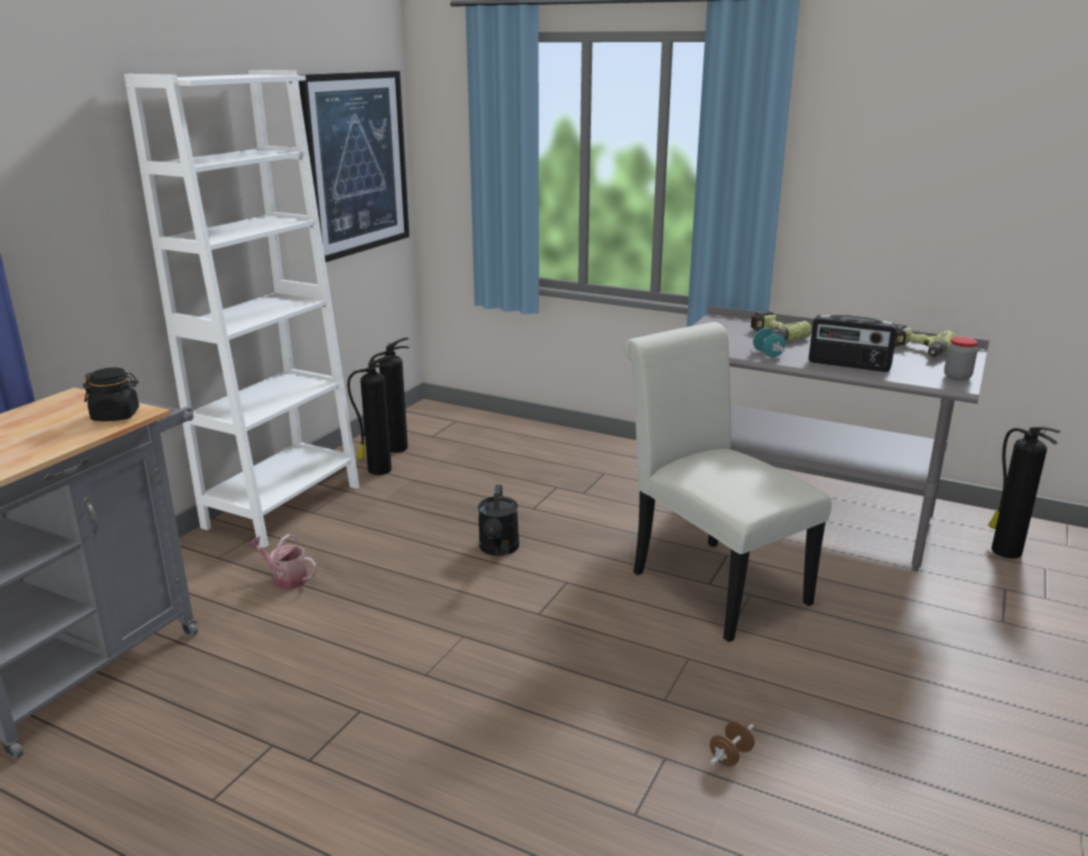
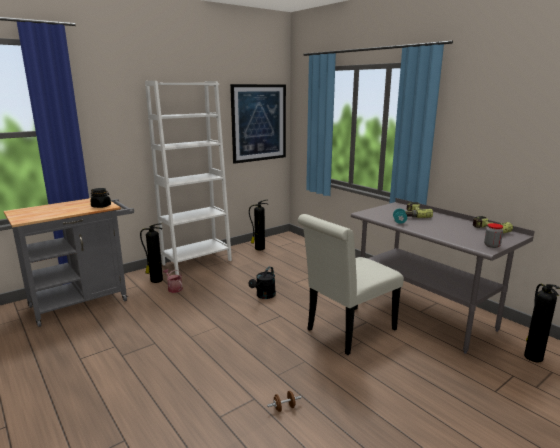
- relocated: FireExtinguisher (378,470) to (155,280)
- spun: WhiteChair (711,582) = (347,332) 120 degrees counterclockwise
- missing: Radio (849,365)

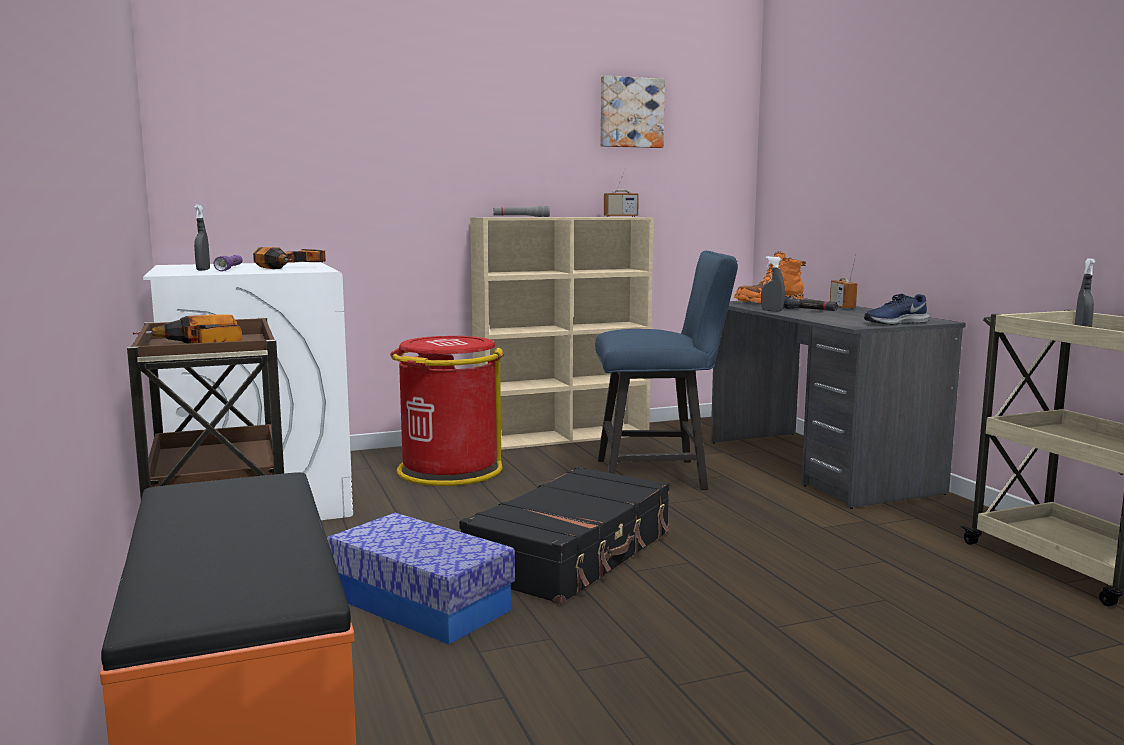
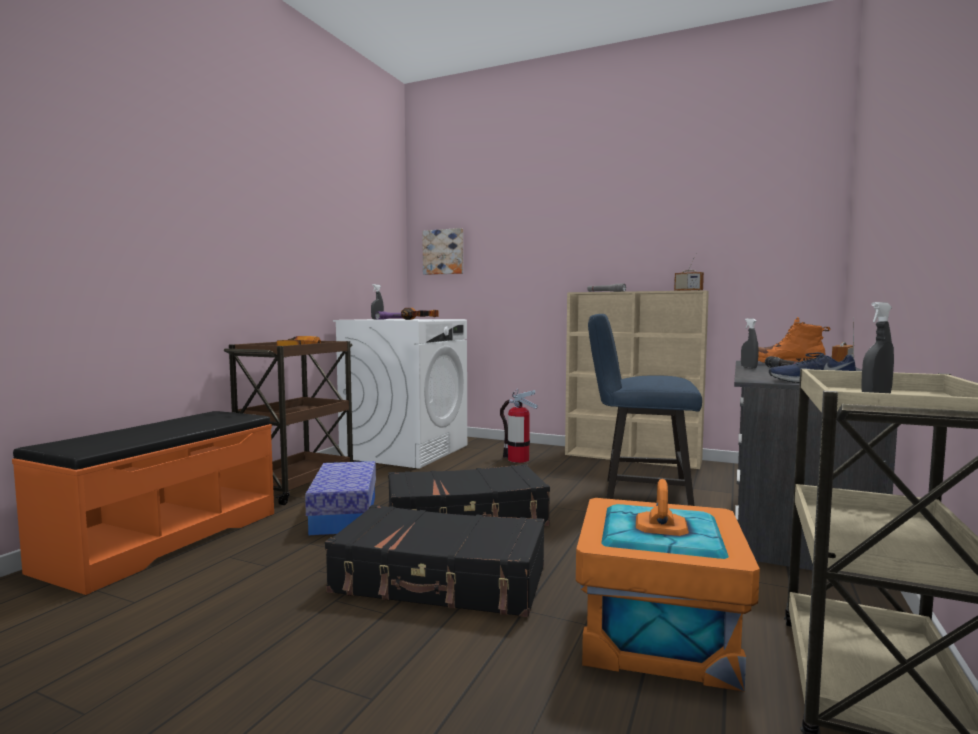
- exchanged: RedTrashCan (449,470) to FireExtinguisher (518,459)
- spun: BlueChair (660,475) = (638,494) 150 degrees clockwise
- relocated: Picture (630,113) to (444,252)
- appeared: BlackSuitcase (440,580)
- appeared: OrangeStorageBox (659,635)

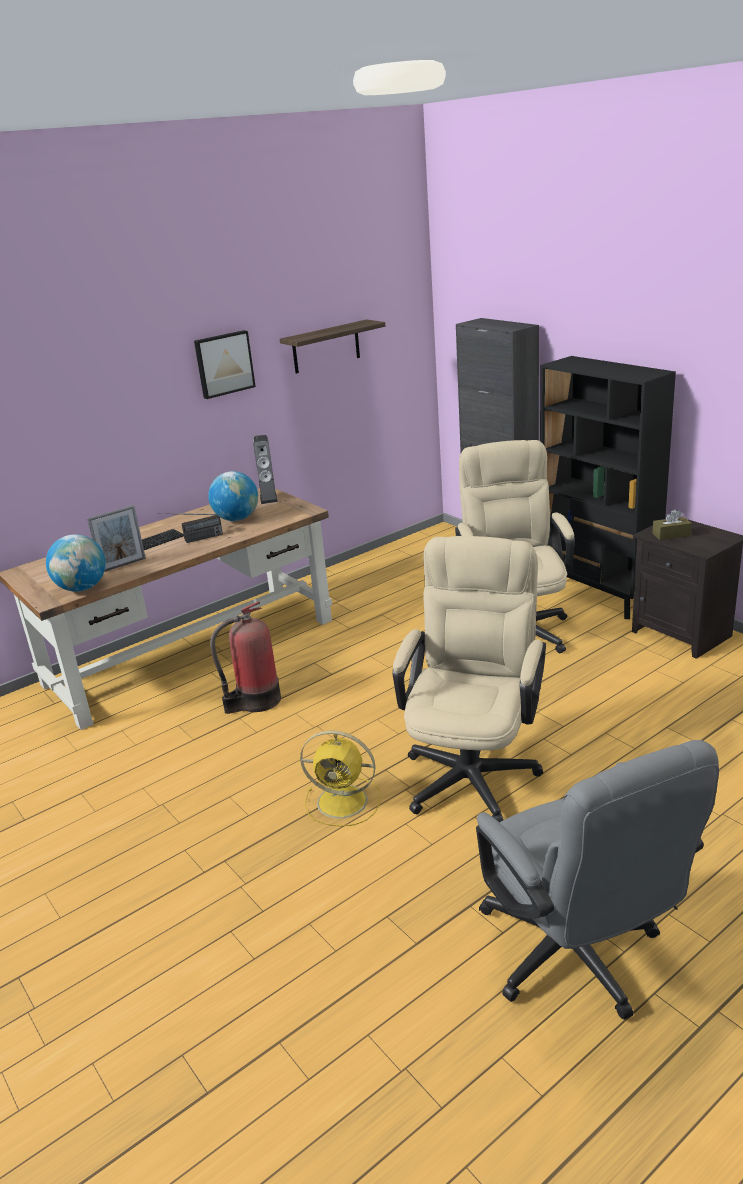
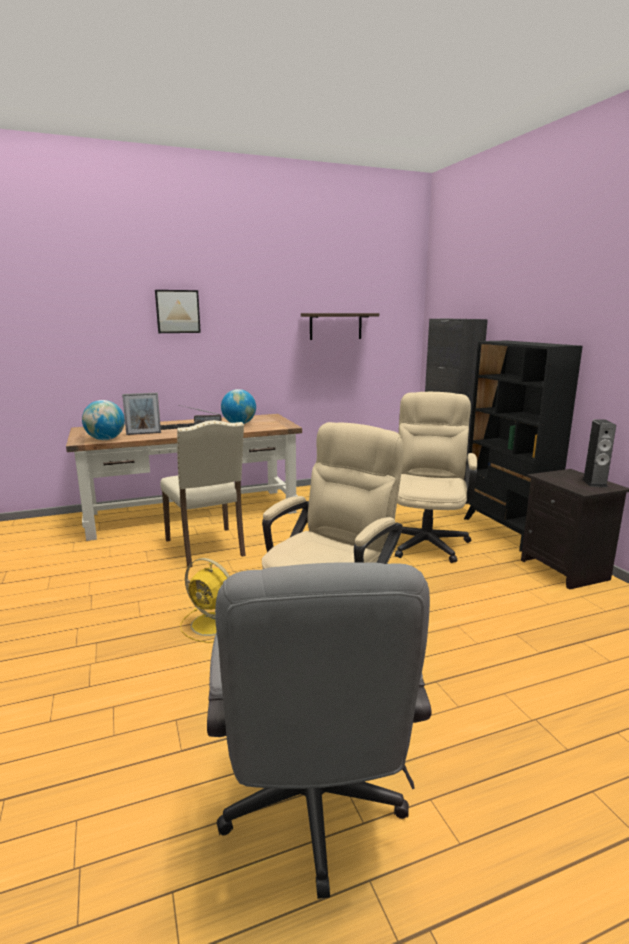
- relocated: Picture (224,364) to (177,311)
- exchanged: FireExtinguisher (256,701) to BeigeChair (207,548)
- relocated: Speaker (268,498) to (594,483)
- missing: BrownTissueBox (671,535)

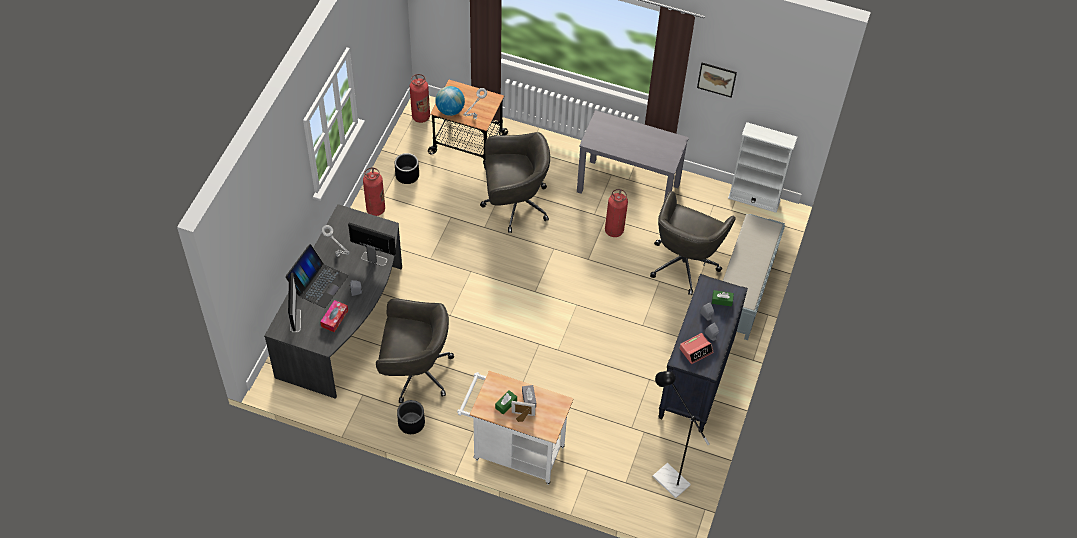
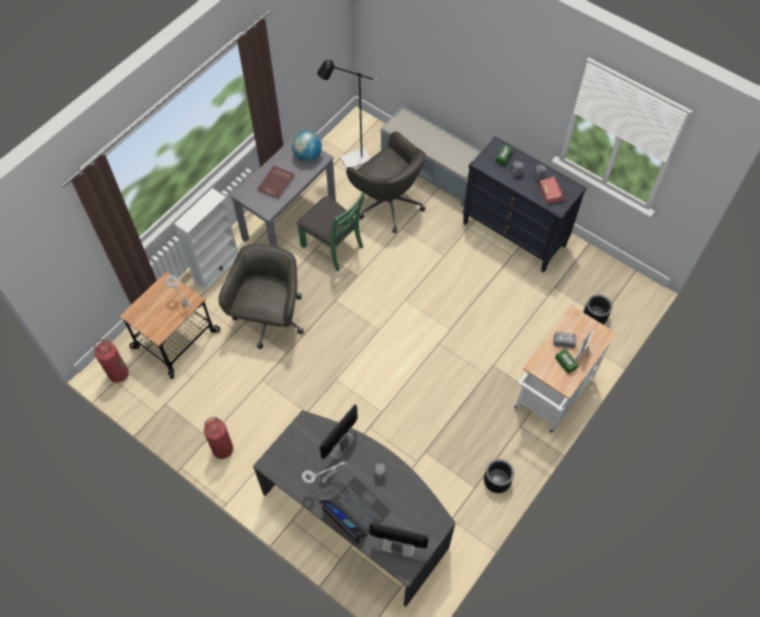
- missing: TissueBox (334,318)
- missing: GreyOfficeChair (414,371)
- relocated: BlackPlanter (407,175) to (595,316)
- relocated: Globe (450,110) to (307,155)
- exchanged: FireExtinguisher (614,230) to GreenChair (333,246)
- relocated: BlackFloorLamp (666,476) to (350,161)
- missing: Picture (716,79)
- relocated: WhiteBookcase (754,199) to (217,269)
- appeared: RedBook (277,183)

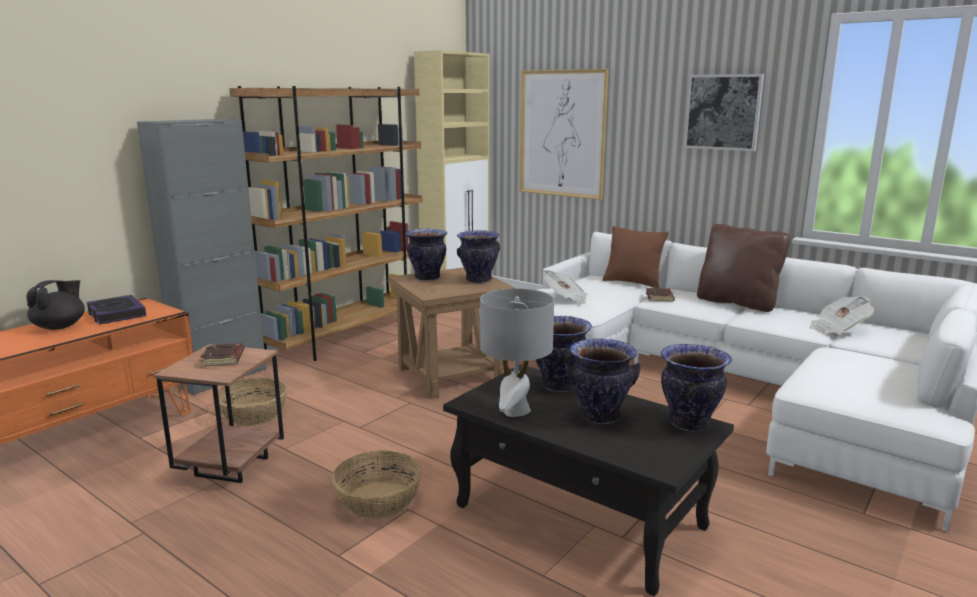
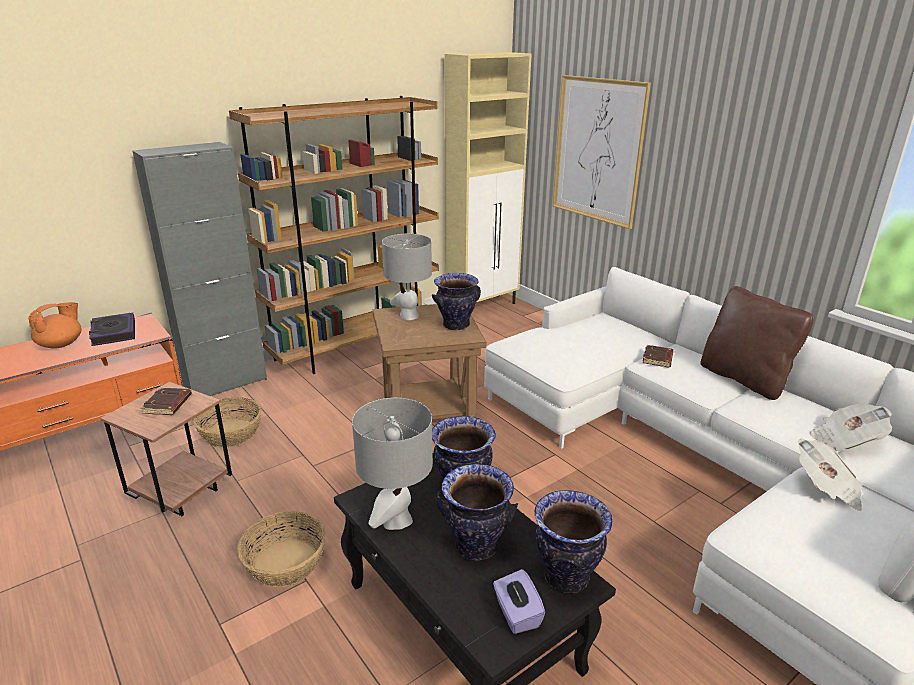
- colour: BlackTeapot (60,326) to OrangeTeapot (61,344)
- exchanged: Vase (427,278) to GreyTableLamp (409,316)
- relocated: Newspaper (565,299) to (826,488)
- missing: BrownPillow (632,283)
- missing: Picture (723,112)
- appeared: PurpleTissueBox (516,614)

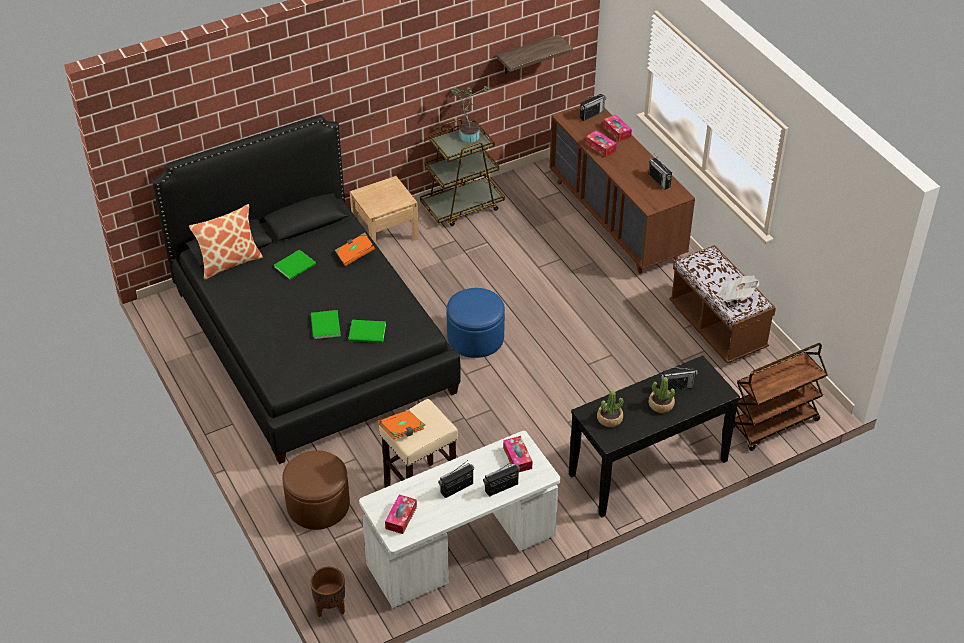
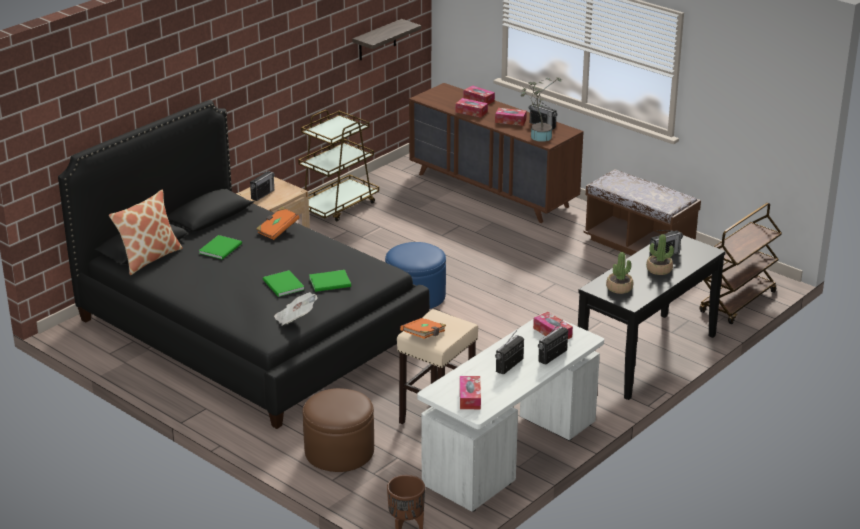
- relocated: PottedPlant (467,135) to (538,136)
- relocated: Radio (591,114) to (262,194)
- relocated: Newspaper (736,295) to (295,318)
- appeared: TissueBox (510,121)

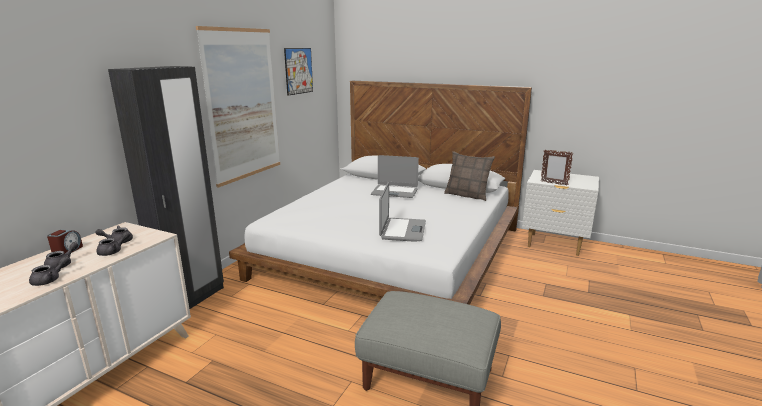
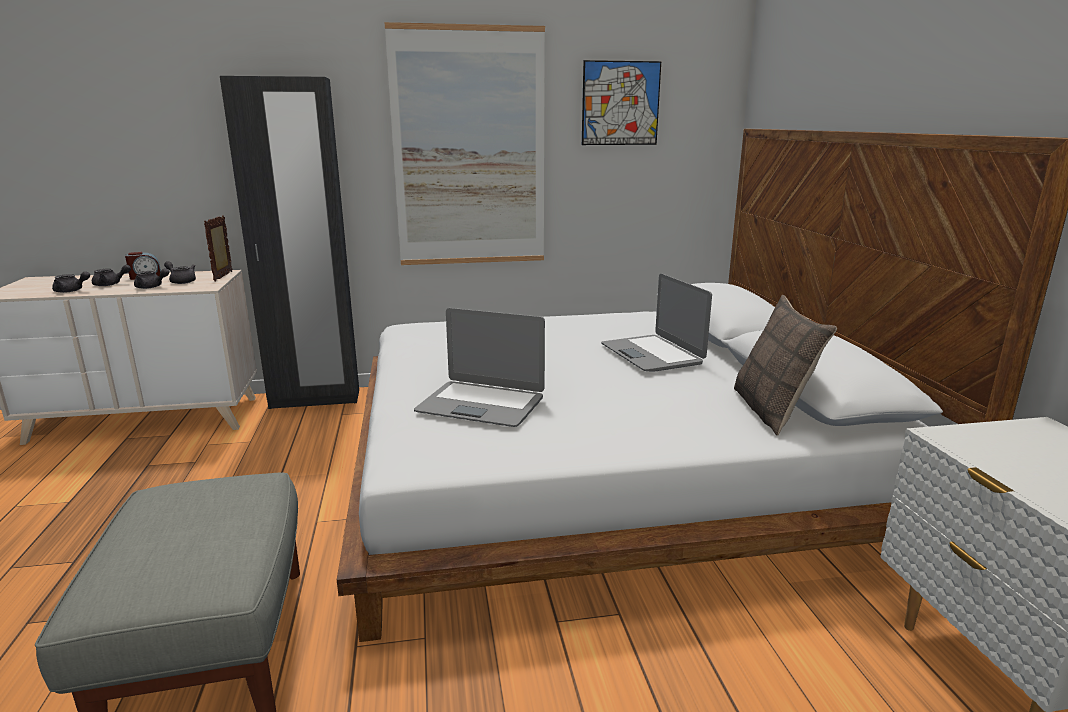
- spun: Laptop (402,230) = (481,405) 45 degrees clockwise
- relocated: PictureFrame (554,183) to (224,276)

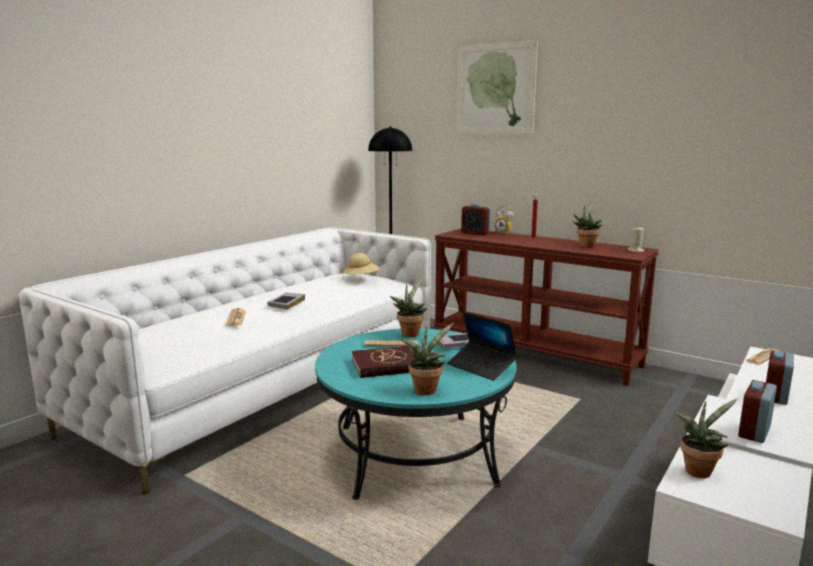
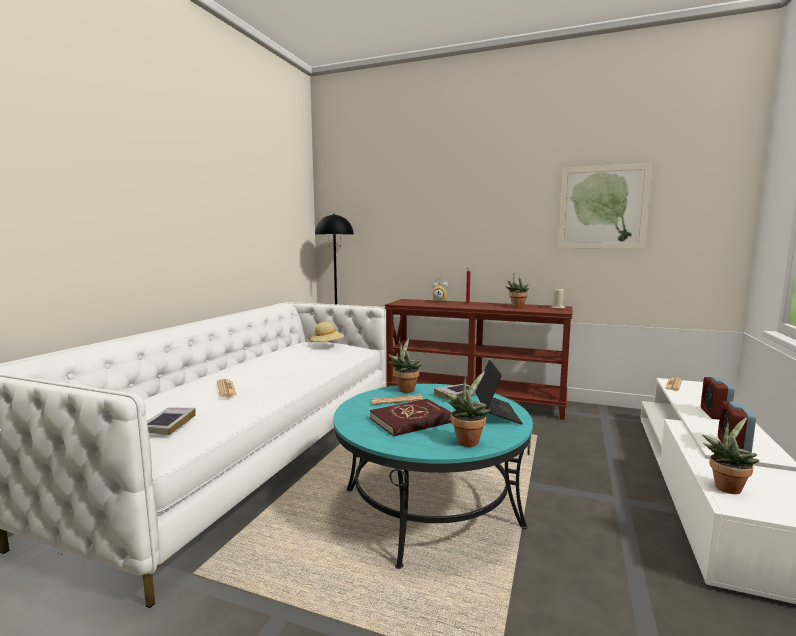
- relocated: Book (286,304) to (168,424)
- spun: Laptop (481,367) = (497,413) 120 degrees counterclockwise
- relocated: Picture (495,89) to (602,207)
- missing: AlarmClock (475,233)

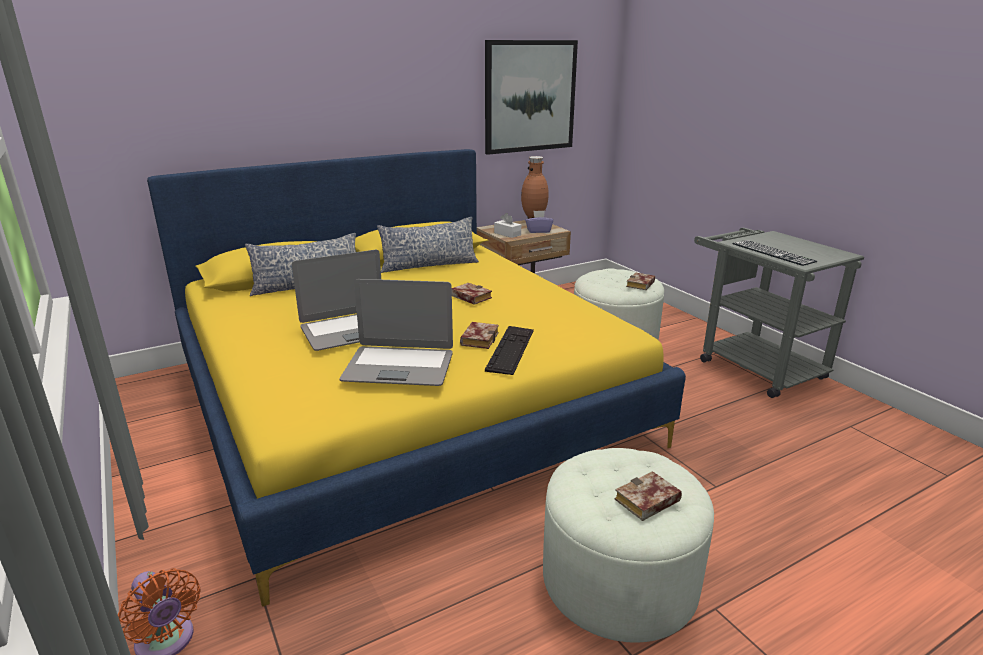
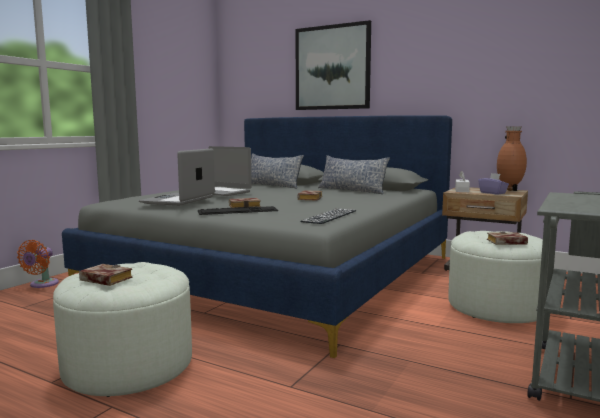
- colour: YellowBed (404,402) to GreyBed (278,273)
- spun: Laptop (399,367) = (179,200) 45 degrees clockwise
- relocated: Picture (530,96) to (332,67)
- relocated: Keyboard (773,252) to (330,216)

